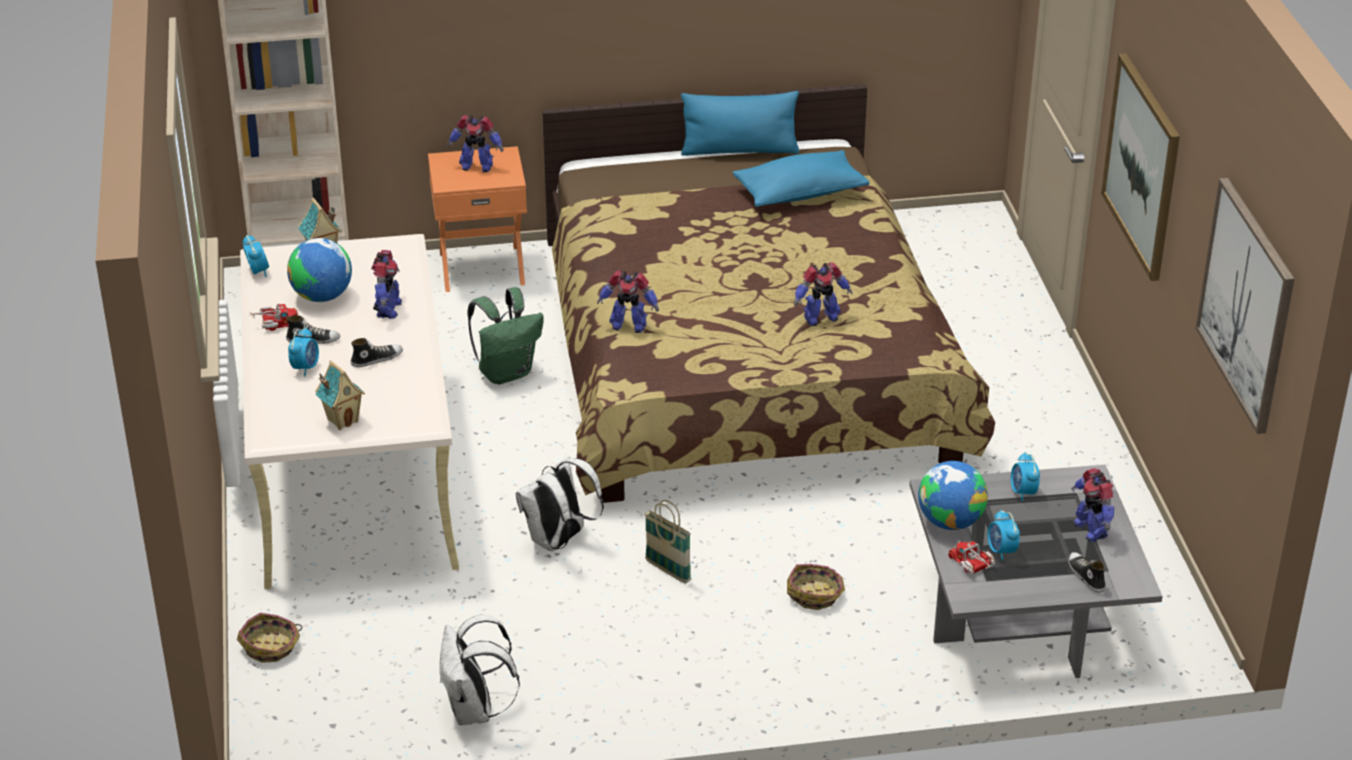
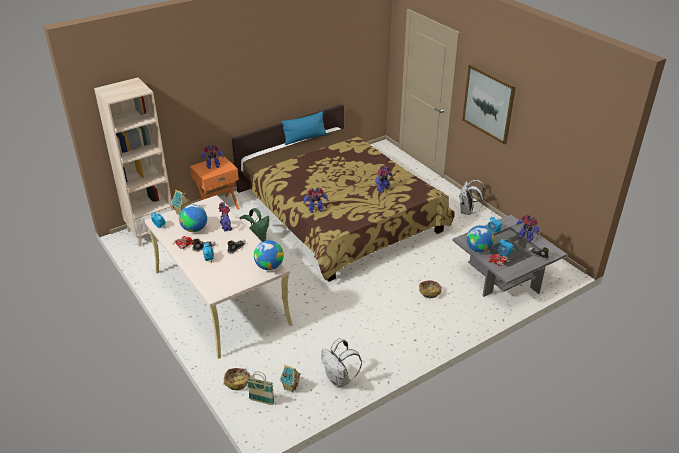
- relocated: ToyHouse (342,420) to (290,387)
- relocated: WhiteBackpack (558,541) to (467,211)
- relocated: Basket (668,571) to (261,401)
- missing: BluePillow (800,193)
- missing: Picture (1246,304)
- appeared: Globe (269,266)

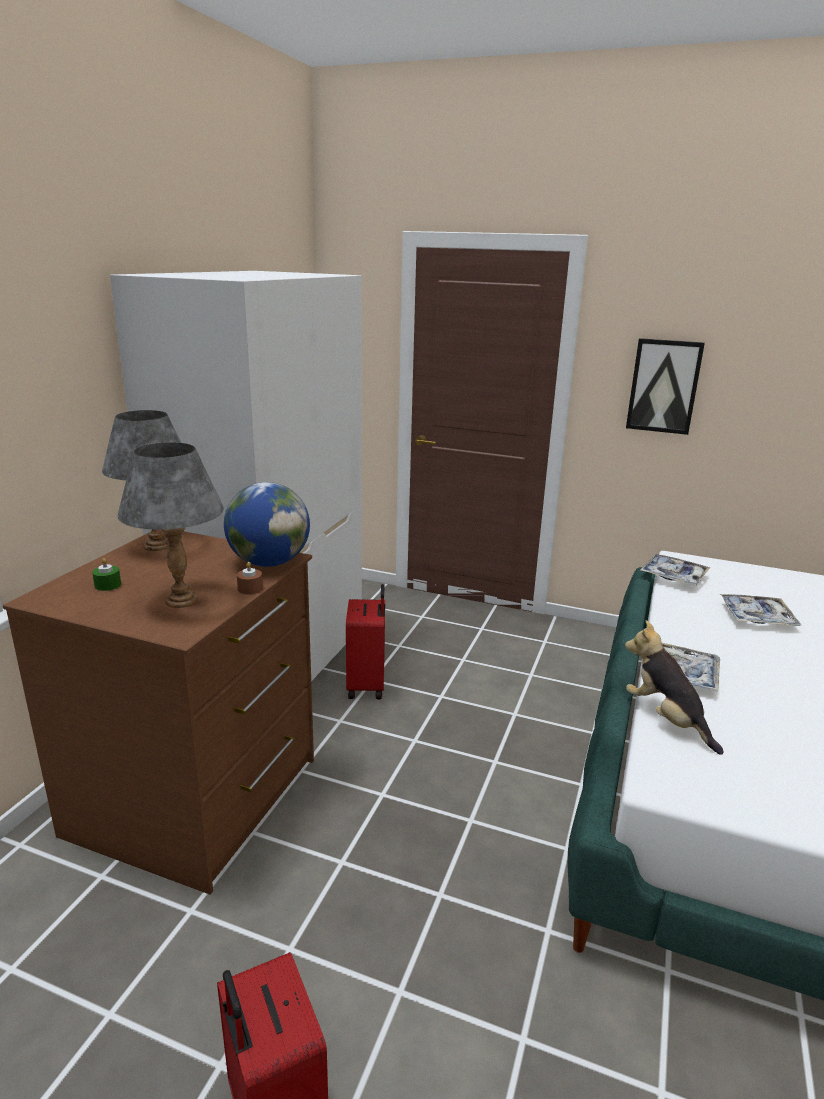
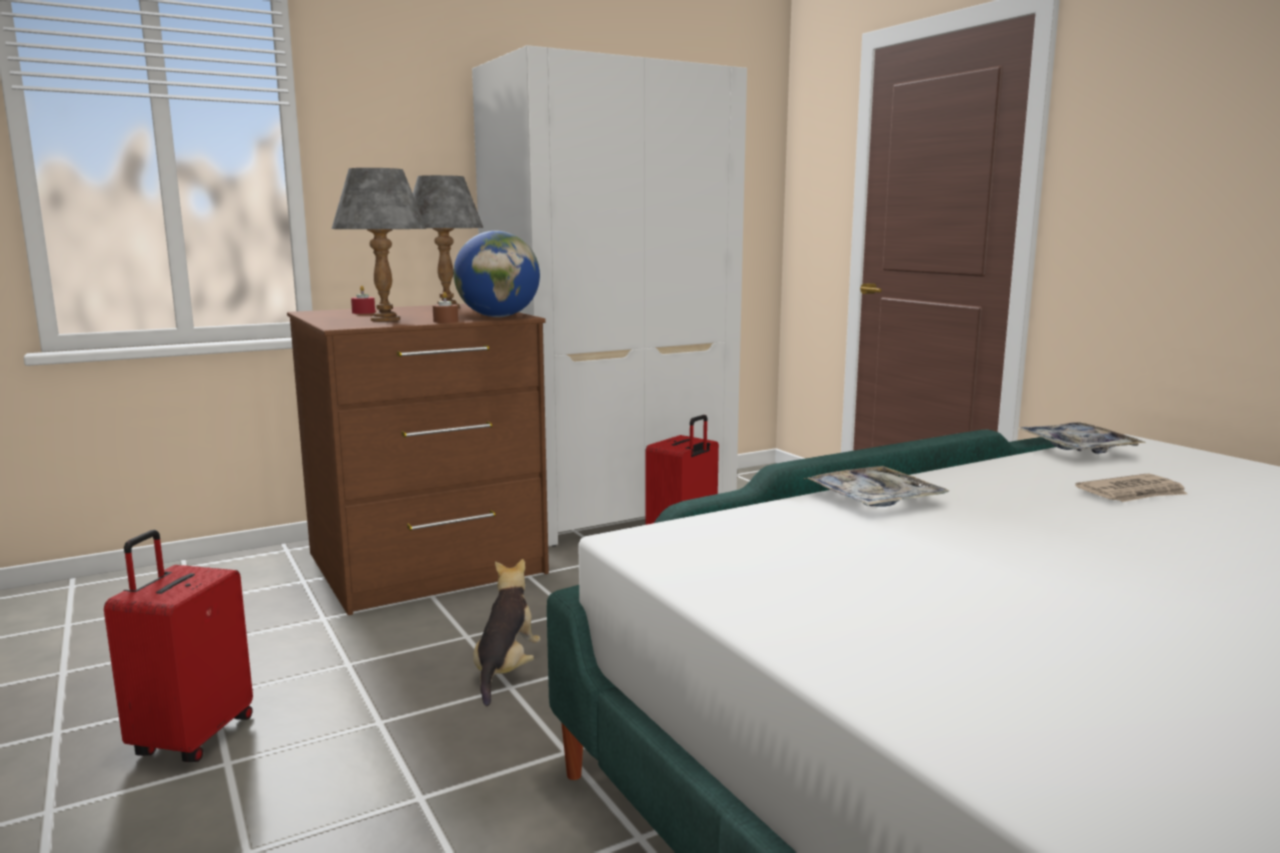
- colour: GreenCandle (107,585) to RedCandle (363,312)
- relocated: PlushToy (666,719) to (506,670)
- missing: Picture (664,386)
- exchanged: Tray (757,617) to Newspaper (1133,493)

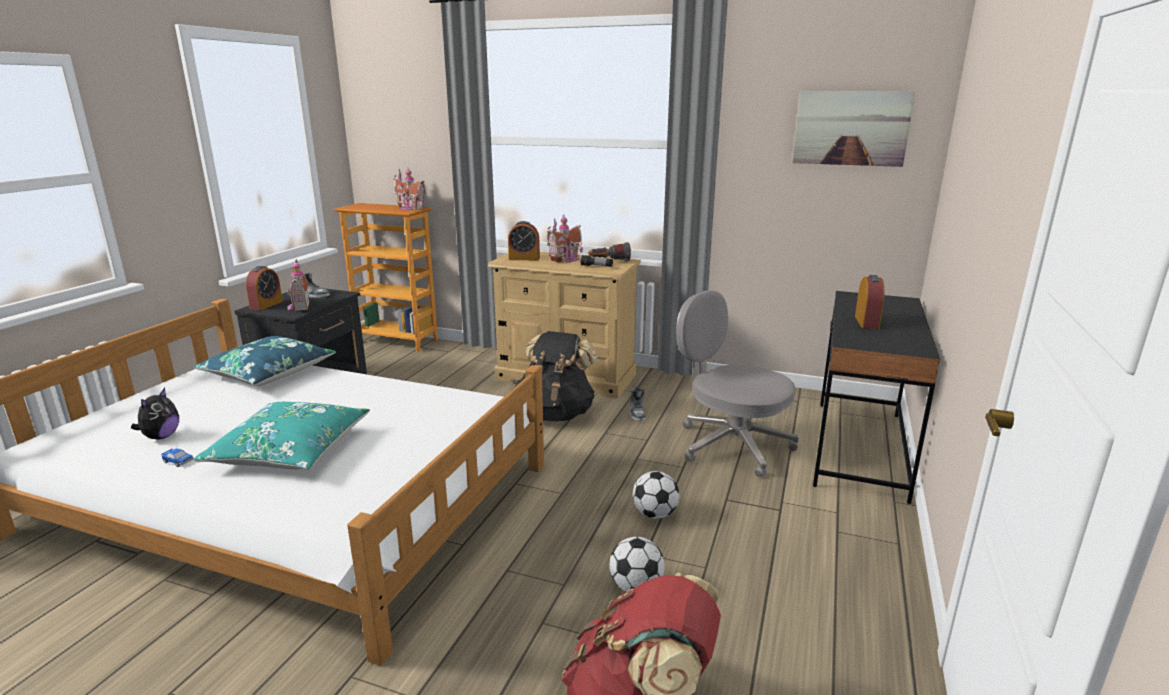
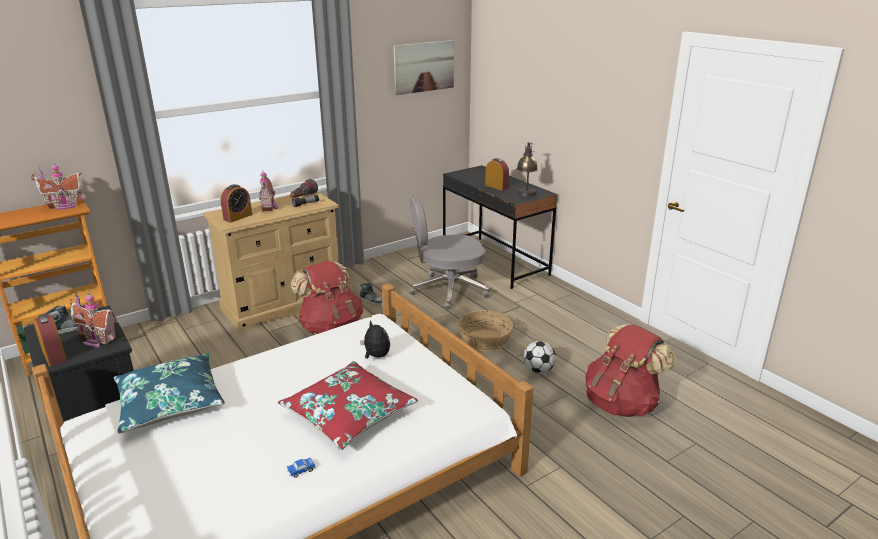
- relocated: PlushToy (161,436) to (376,356)
- colour: TurquoisePillow (290,450) to RedPillow (348,414)
- colour: BlackBackpack (555,414) to RedBackpack (331,327)
- exchanged: Football (655,514) to Basket (485,340)
- appeared: TableLamp (526,196)

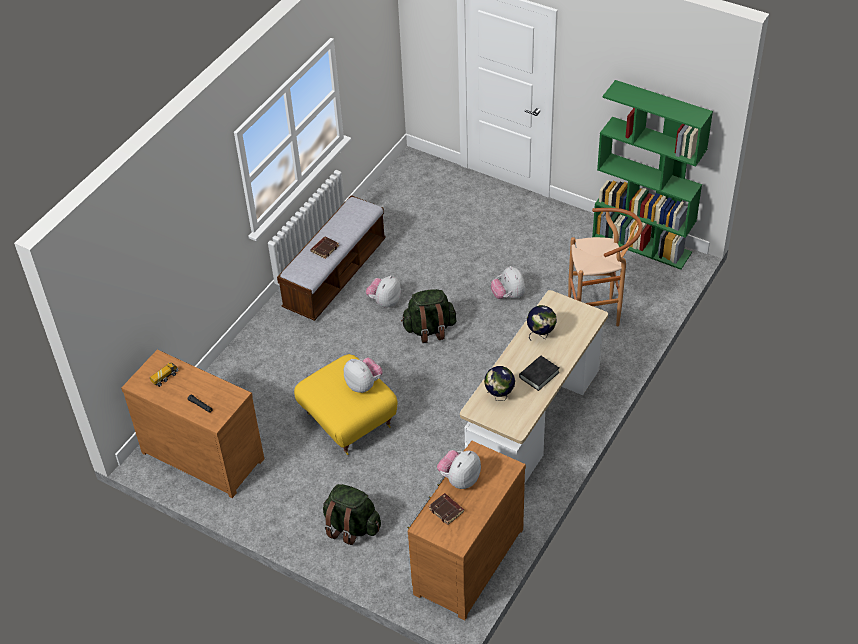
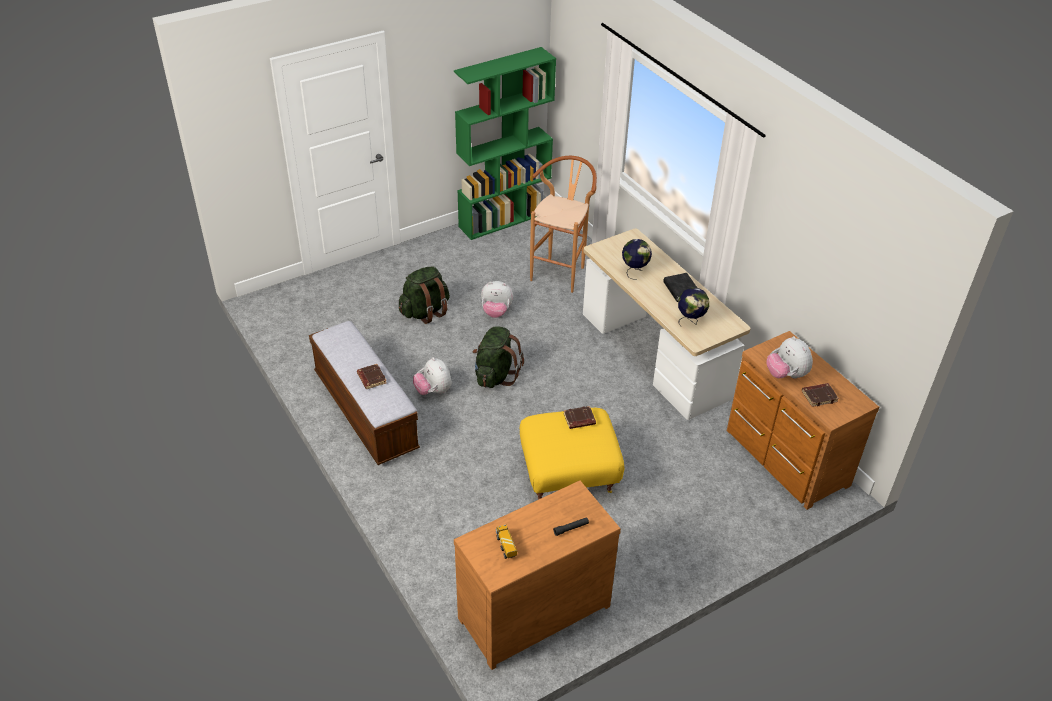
- relocated: GreenBackpack (351,526) to (425,312)
- exchanged: PlushToy (363,385) to BrownBook (579,420)

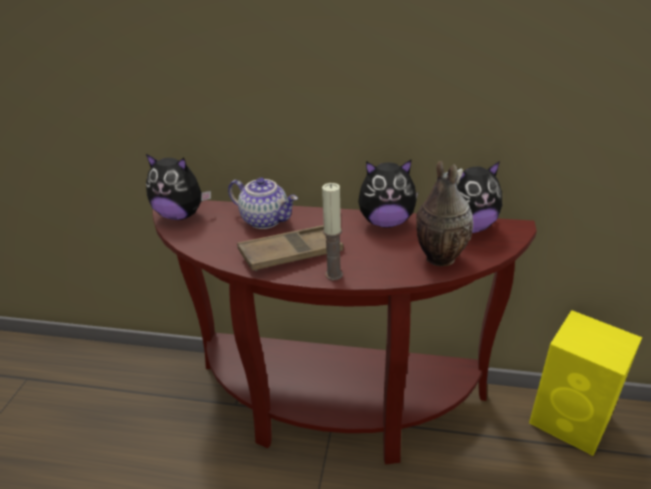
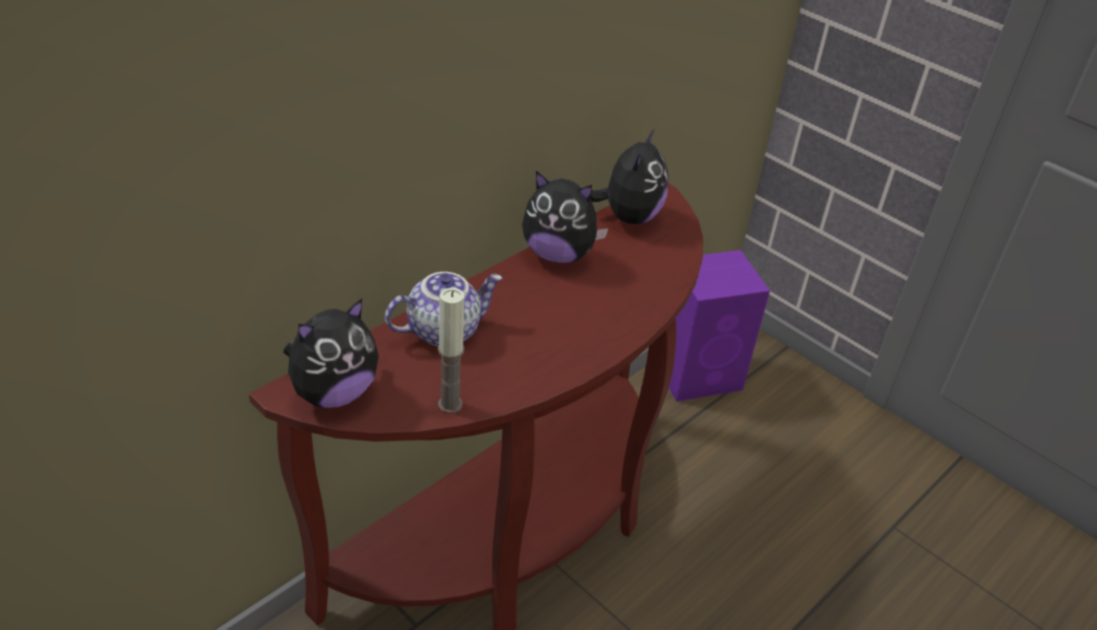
- missing: BrownTray (291,254)
- relocated: Candle (334,275) to (450,404)
- spun: PlushToy (386,222) = (558,254) 75 degrees clockwise
- missing: Vase (438,258)
- colour: YellowSpeaker (572,421) to PurpleSpeaker (699,373)

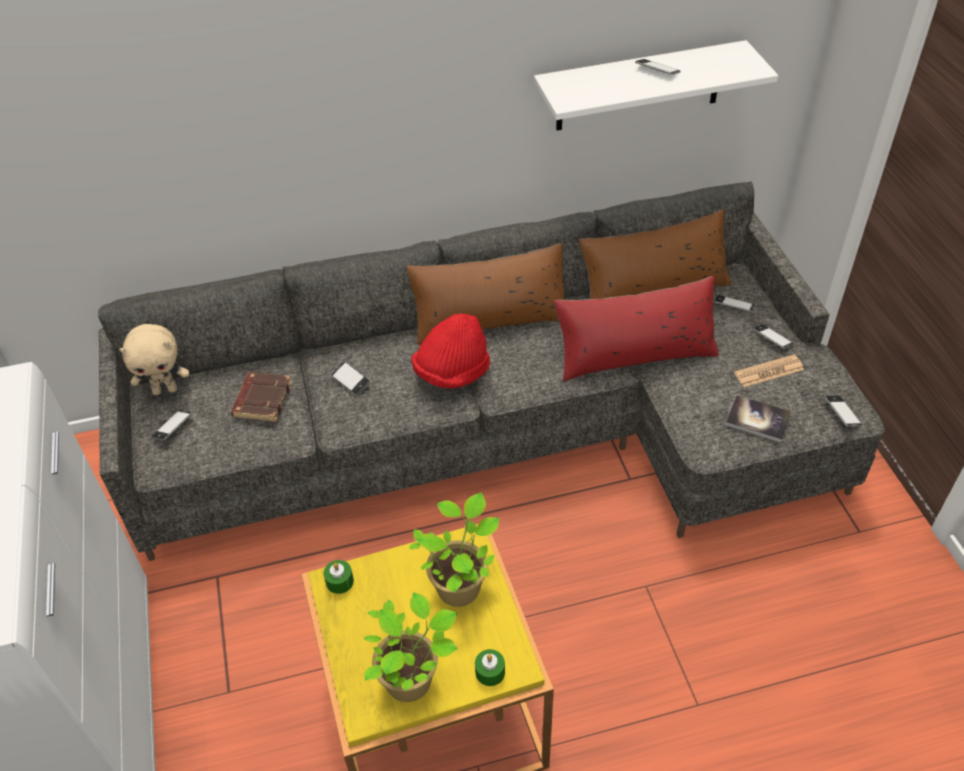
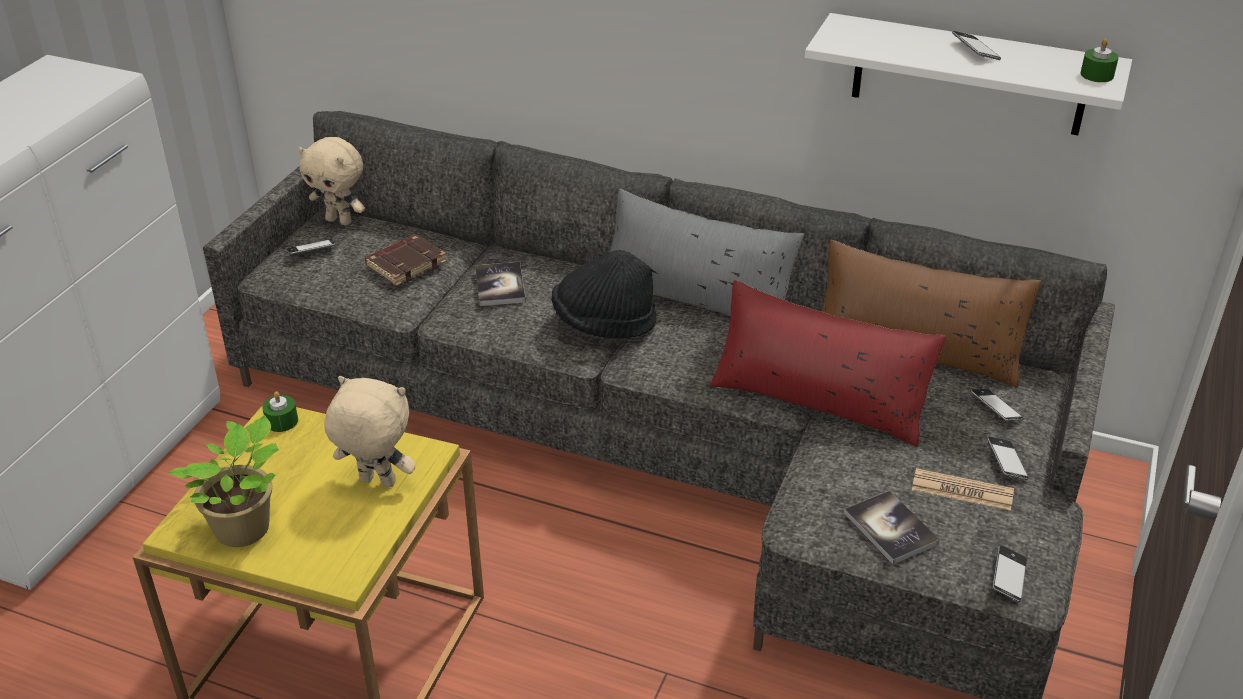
- exchanged: Phone (350,380) to Book (500,285)
- colour: BrownPillow (490,319) to GreyPillow (696,297)
- exchanged: PottedPlant (460,585) to BeigePlushToy (376,482)
- colour: RedHat (452,372) to BlackHat (604,323)
- relocated: GreenCandle (490,672) to (1097,75)

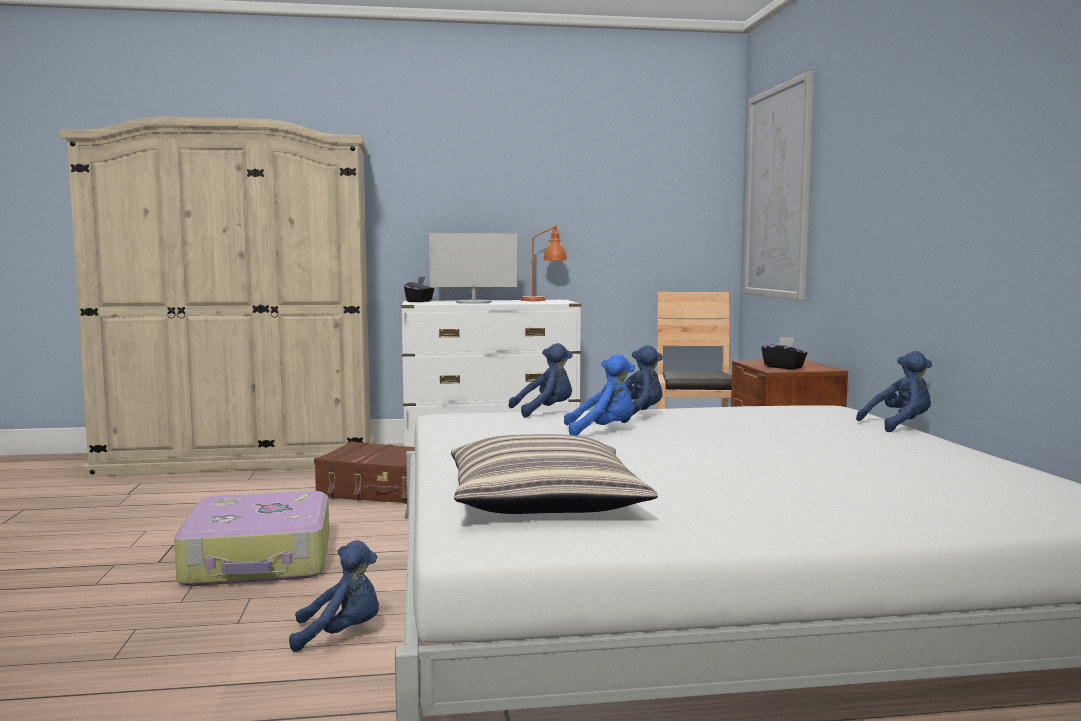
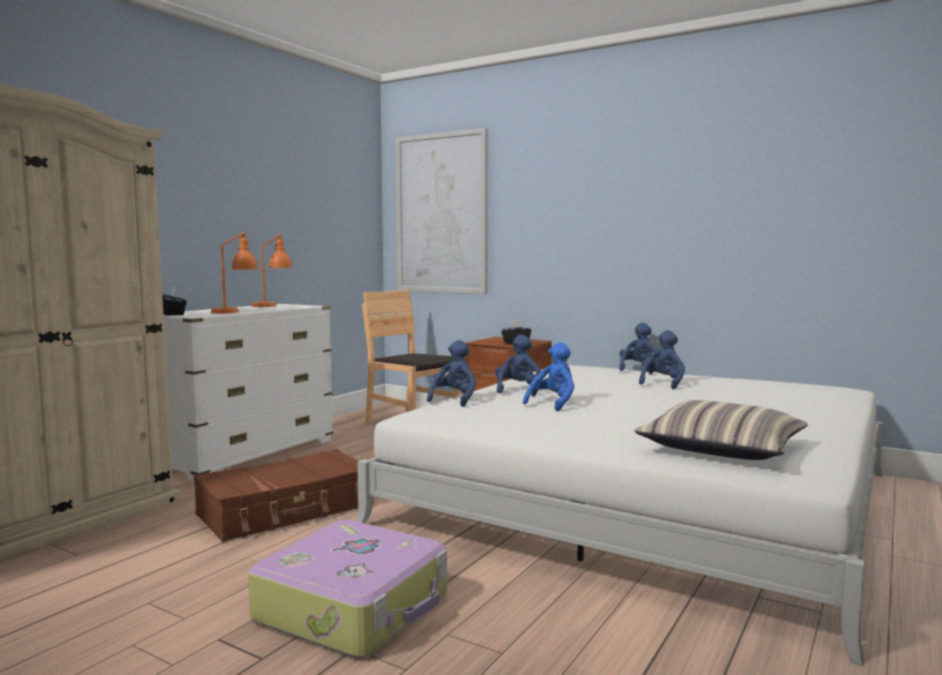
- relocated: BluePlushToy (341,635) to (662,384)
- exchanged: Monitor (473,302) to OrangeTableLamp (236,311)

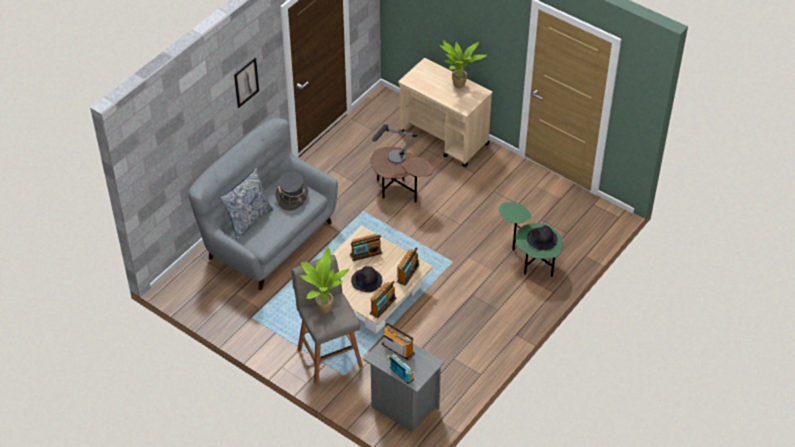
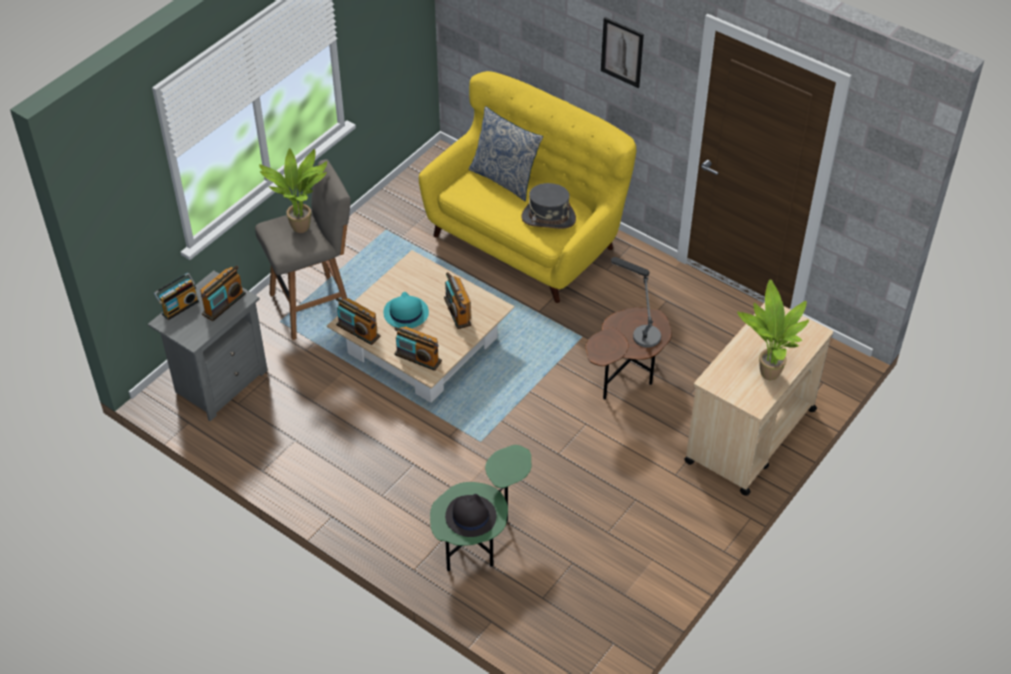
- colour: GreySofa (267,238) to YellowSofa (527,238)
- colour: BlackHat (366,281) to TurquoiseHat (405,313)

